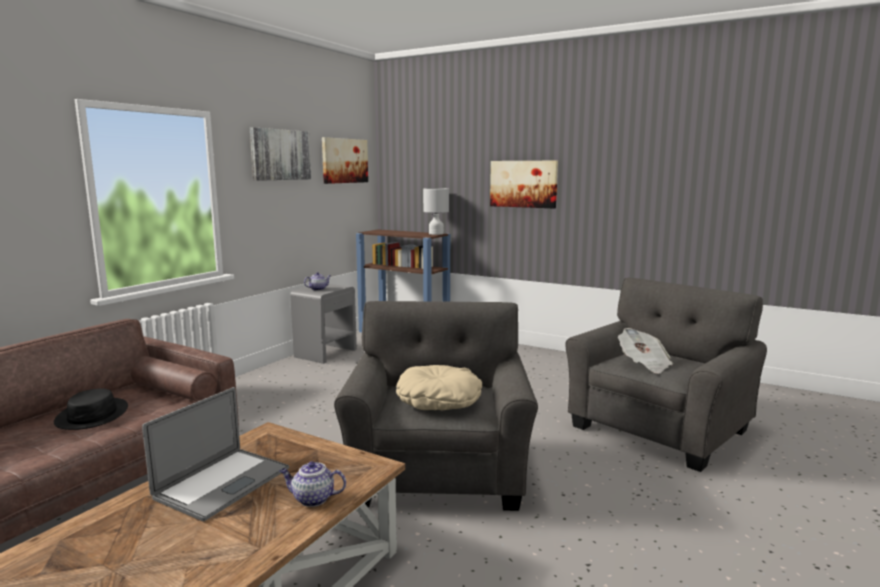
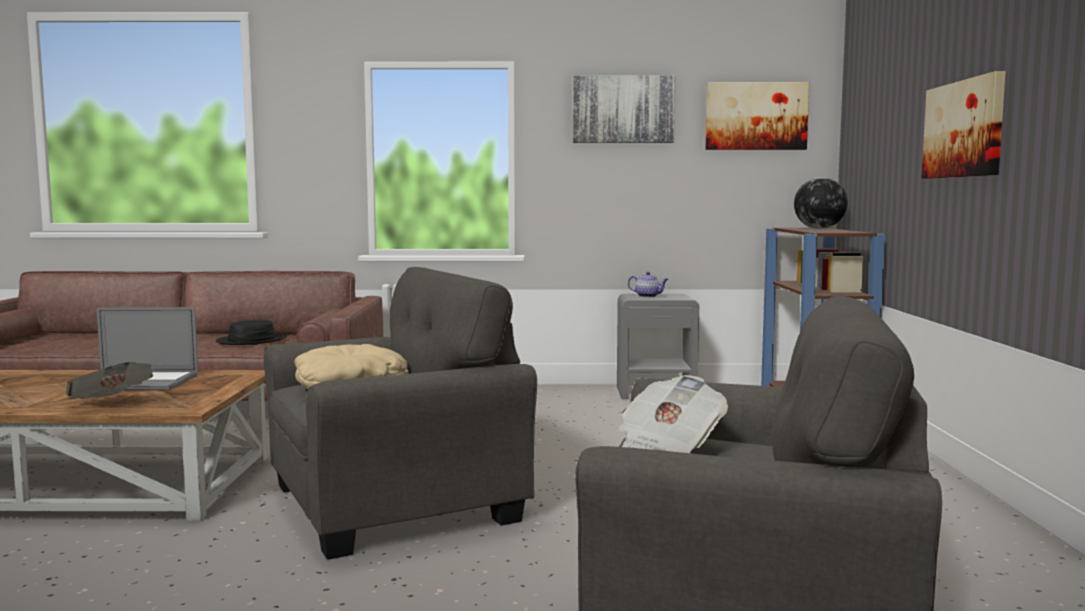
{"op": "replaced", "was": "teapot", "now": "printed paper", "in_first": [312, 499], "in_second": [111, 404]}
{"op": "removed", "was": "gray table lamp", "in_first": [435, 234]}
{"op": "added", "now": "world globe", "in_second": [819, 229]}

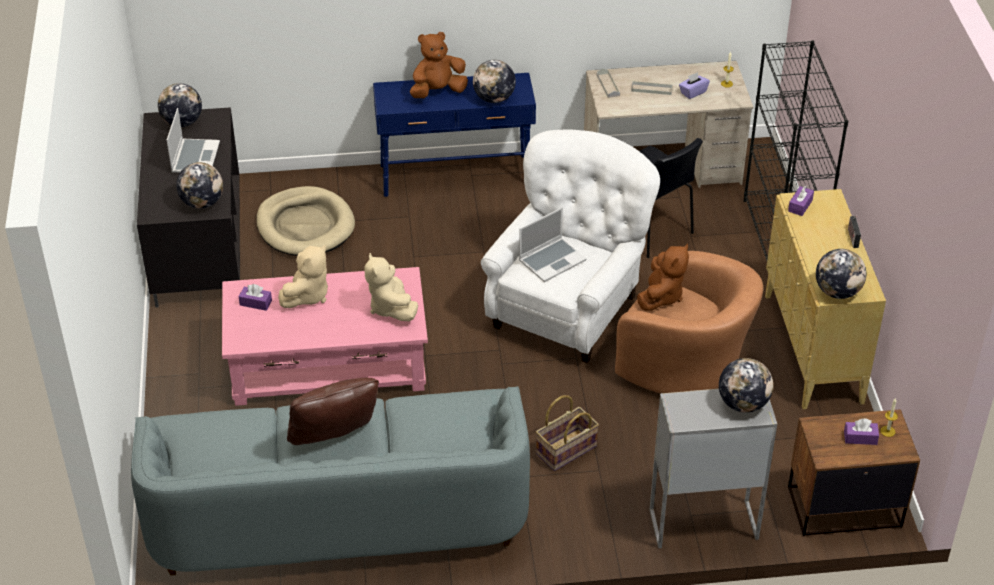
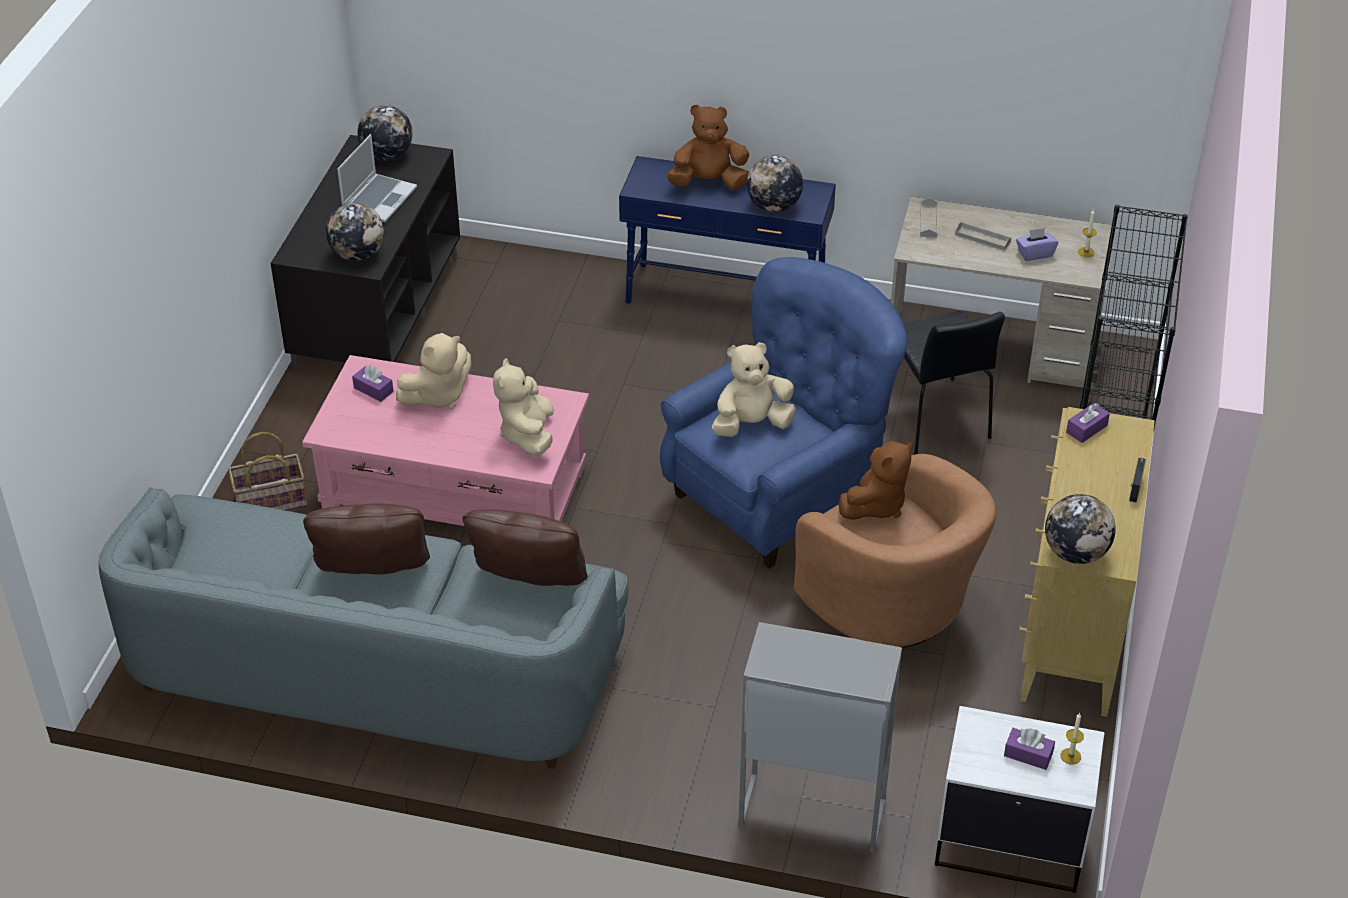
{"op": "removed", "was": "beige-coloured pet bed", "in_first": [305, 226]}
{"op": "recoloured", "was": "whitish easy chair", "now": "blue-coloured easy chair", "in_first": [568, 307], "in_second": [781, 493]}
{"op": "replaced", "was": "laptop", "now": "beige-coloured plush toy", "in_first": [552, 260], "in_second": [751, 424]}
{"op": "moved", "was": "storage basket", "in_first": [566, 451], "in_second": [271, 503]}
{"op": "removed", "was": "world globe", "in_first": [743, 404]}
{"op": "recoloured", "was": "brownish nightstand", "now": "whitish nightstand", "in_first": [843, 506], "in_second": [1009, 842]}
{"op": "added", "now": "brownish throw pillow", "in_second": [528, 586]}

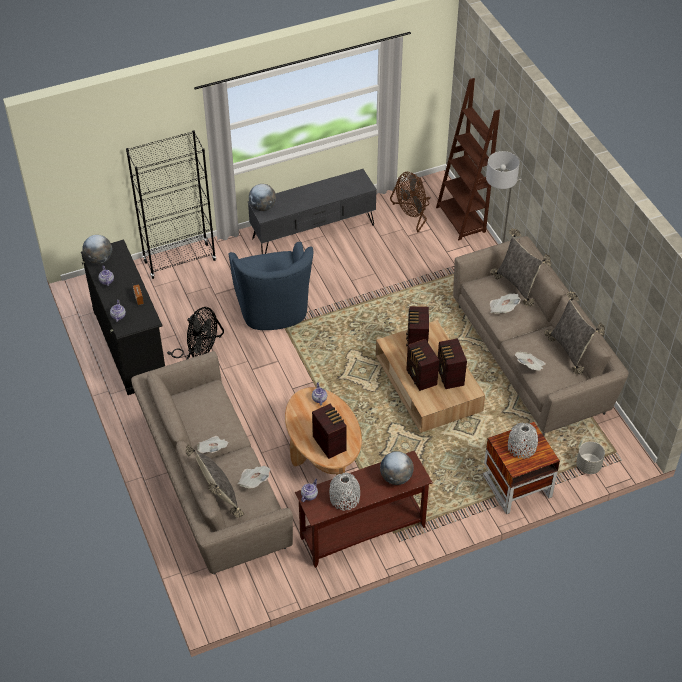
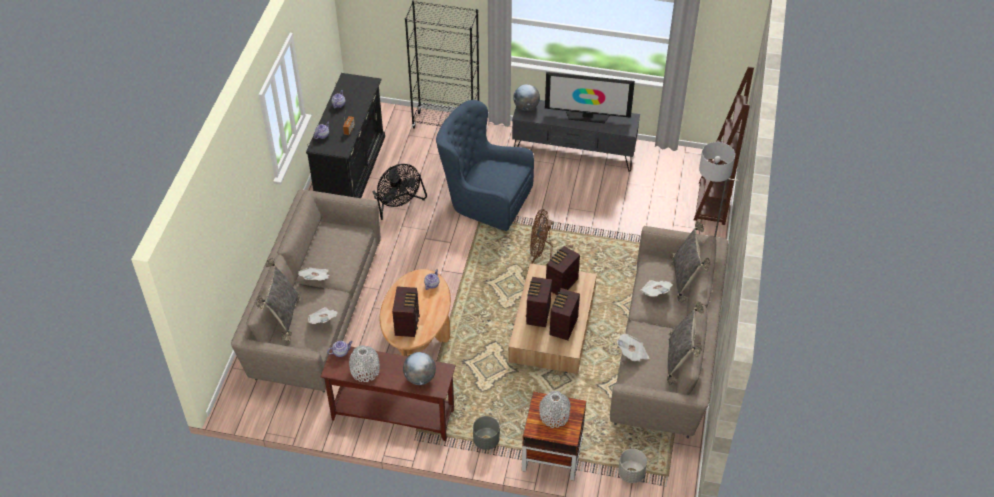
{"op": "removed", "was": "world globe", "in_first": [99, 259]}
{"op": "turned", "was": "blue-coloured easy chair", "in_first": [273, 310], "in_second": [484, 199], "clockwise": 90}
{"op": "moved", "was": "brownish fan", "in_first": [412, 213], "in_second": [543, 253]}
{"op": "added", "now": "gray plant pot", "in_second": [486, 441]}
{"op": "added", "now": "TV set", "in_second": [587, 116]}

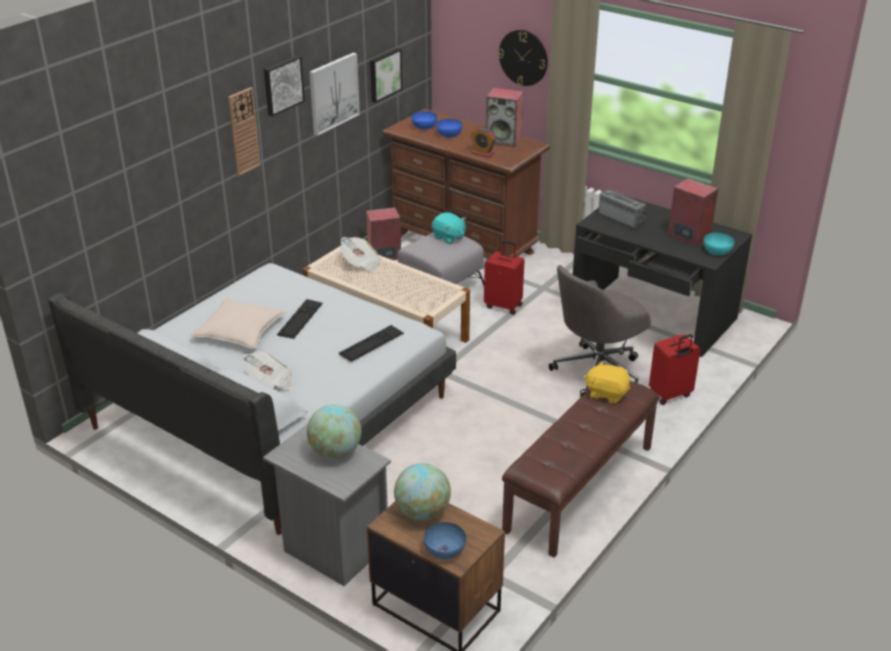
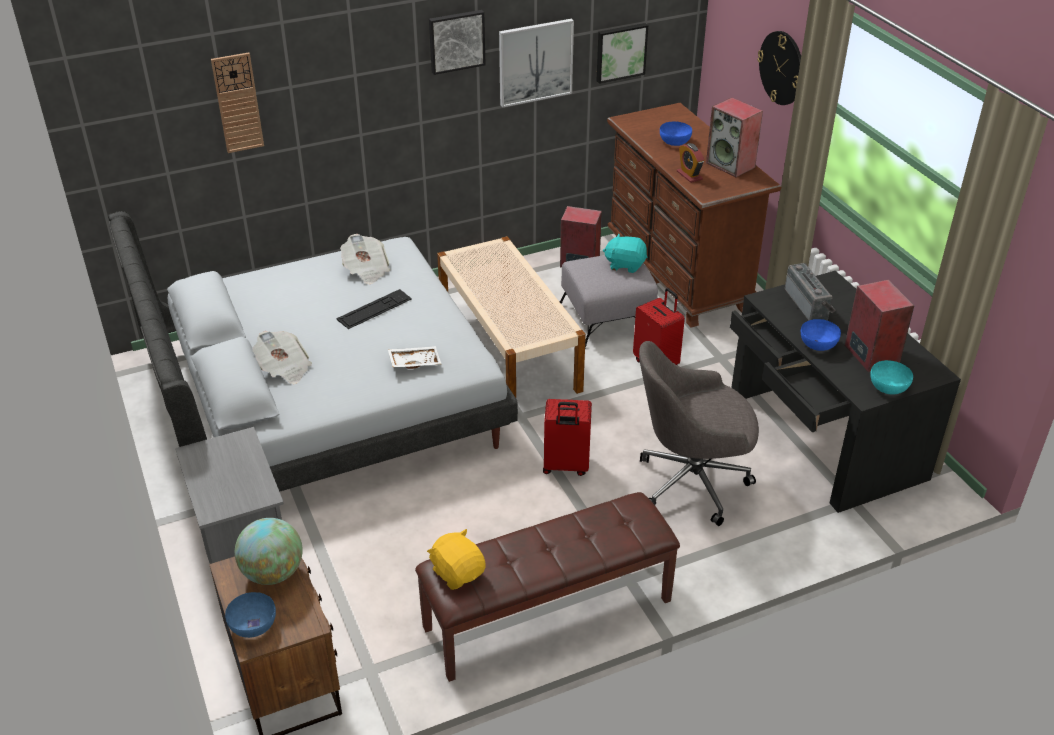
{"op": "removed", "was": "beige-coloured throw pillow", "in_first": [240, 330]}
{"op": "moved", "was": "clock on the wall", "in_first": [243, 131], "in_second": [237, 103]}
{"op": "removed", "was": "world globe", "in_first": [335, 452]}
{"op": "replaced", "was": "PC keyboard", "now": "whitish serving tray", "in_first": [371, 343], "in_second": [414, 362]}
{"op": "moved", "was": "printed paper", "in_first": [361, 264], "in_second": [366, 270]}
{"op": "moved", "was": "blue-coloured bowl", "in_first": [424, 127], "in_second": [818, 345]}
{"op": "turned", "was": "turquoise-coloured plush toy", "in_first": [448, 237], "in_second": [625, 264], "clockwise": 120}
{"op": "moved", "was": "yellowish plush toy", "in_first": [606, 394], "in_second": [458, 572]}
{"op": "moved", "was": "reddish suitcase", "in_first": [670, 395], "in_second": [565, 466]}

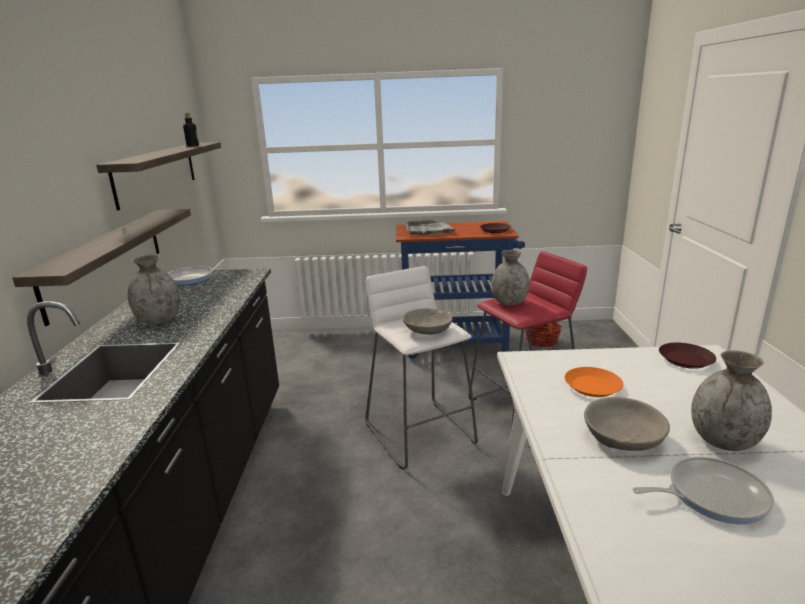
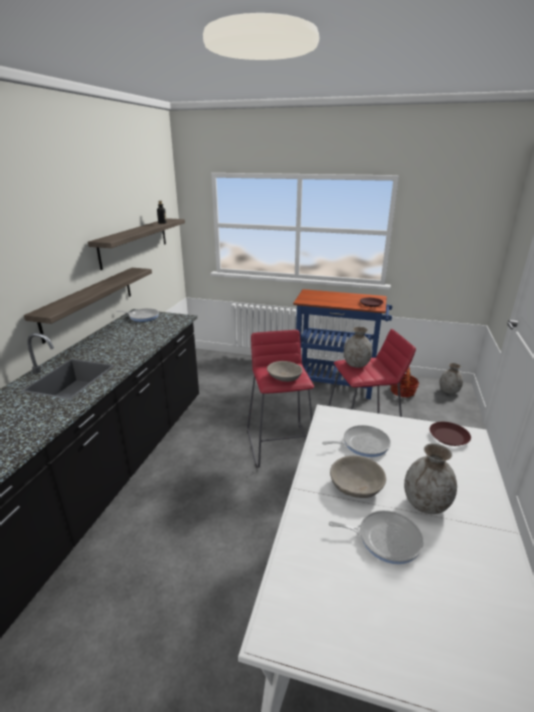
{"op": "moved", "was": "gray flower vase", "in_first": [159, 320], "in_second": [449, 391]}
{"op": "recoloured", "was": "whitish stool", "now": "reddish stool", "in_first": [420, 432], "in_second": [280, 444]}
{"op": "removed", "was": "gray serving tray", "in_first": [429, 230]}
{"op": "replaced", "was": "orange-coloured plate", "now": "pan", "in_first": [592, 386], "in_second": [363, 444]}

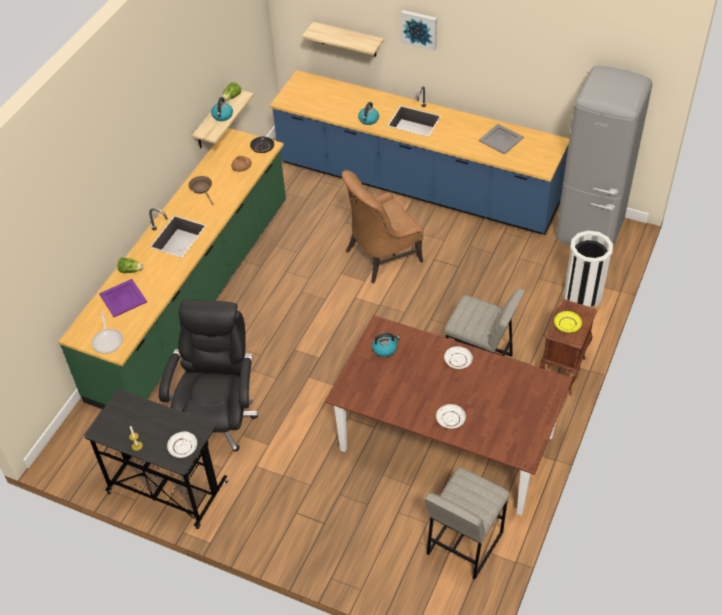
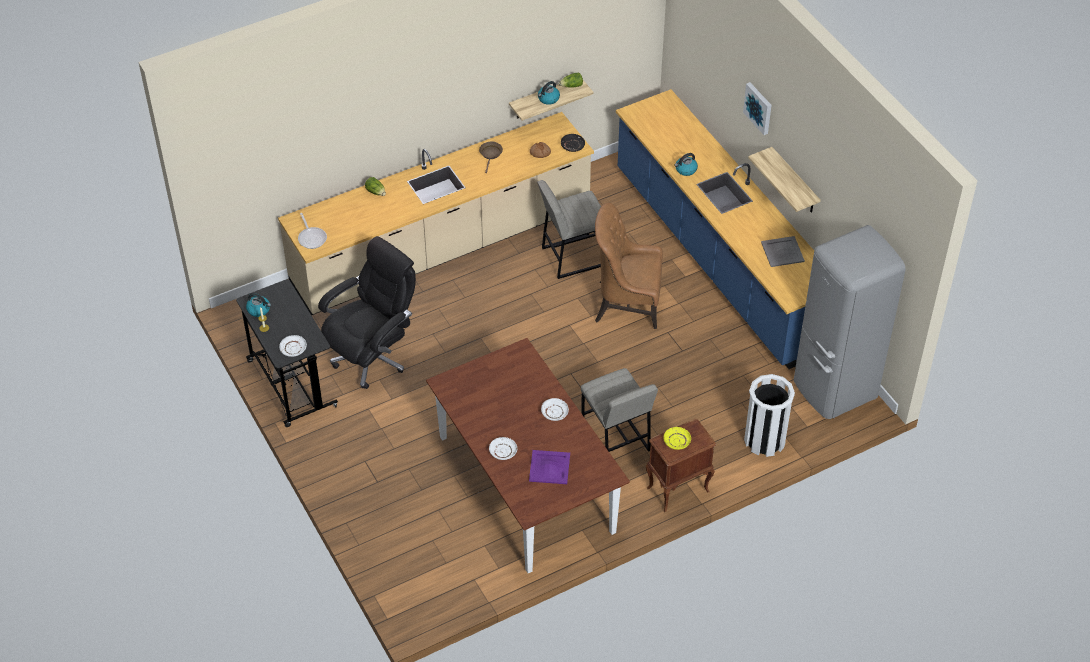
{"op": "recoloured", "was": "greenish kitchen counter", "now": "beige-coloured kitchen counter", "in_first": [193, 297], "in_second": [442, 248]}
{"op": "turned", "was": "pan", "in_first": [108, 340], "in_second": [312, 237], "clockwise": -45}
{"op": "moved", "was": "purple serving tray", "in_first": [123, 298], "in_second": [550, 467]}
{"op": "moved", "was": "bracket shelf", "in_first": [348, 39], "in_second": [794, 182]}
{"op": "moved", "was": "tea kettle", "in_first": [385, 349], "in_second": [259, 310]}
{"op": "moved", "was": "gray upright chair", "in_first": [464, 545], "in_second": [571, 257]}

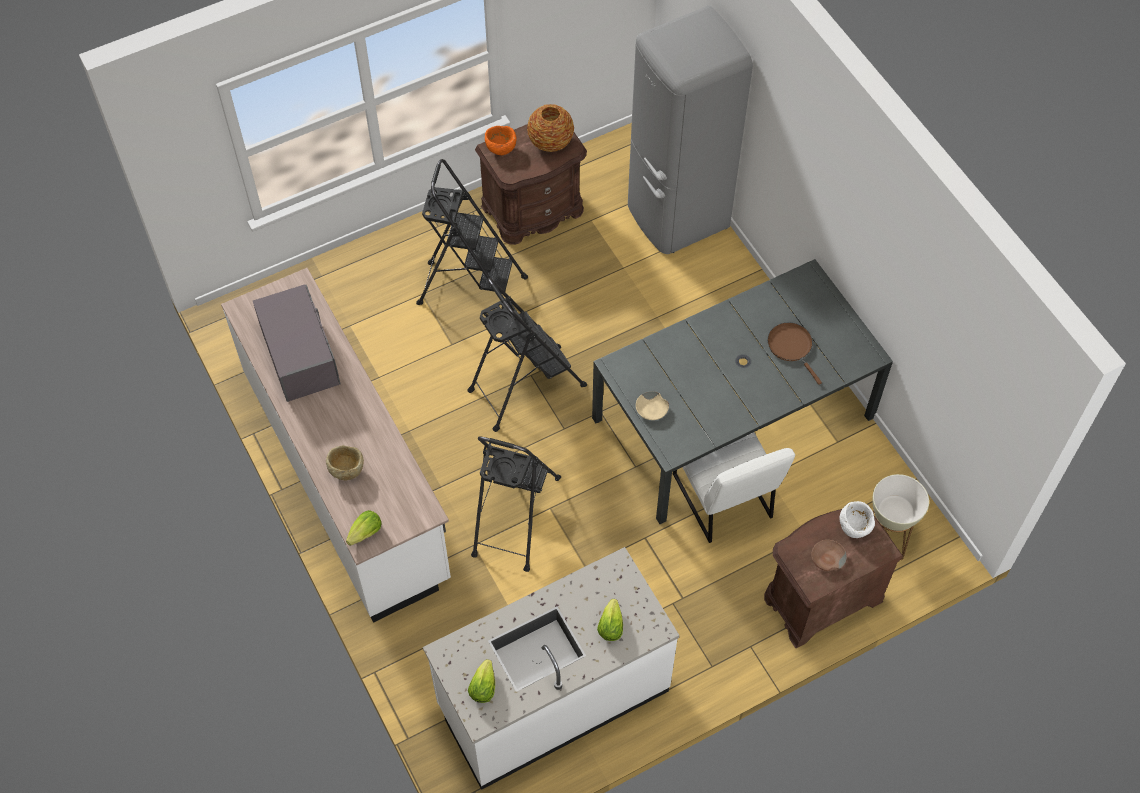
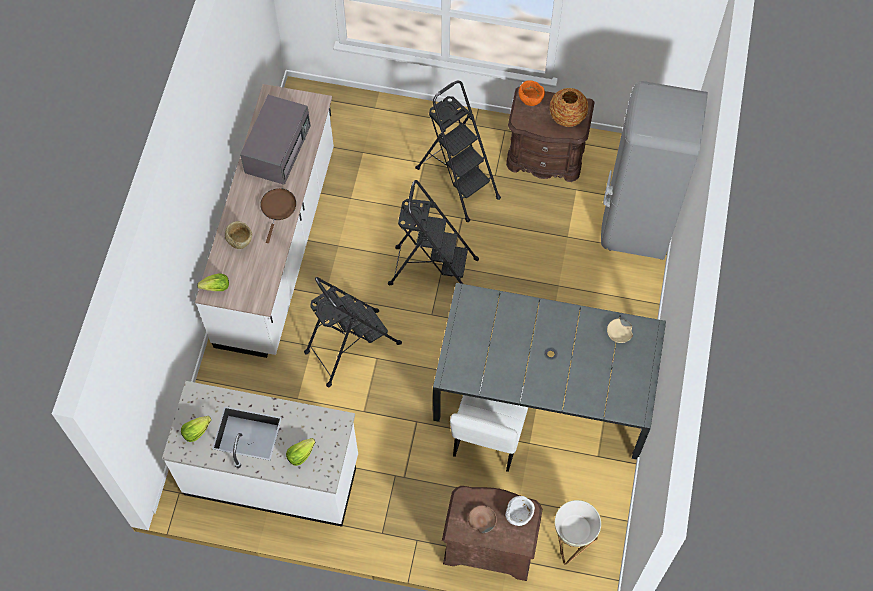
{"op": "moved", "was": "beige-coloured bowl", "in_first": [652, 410], "in_second": [619, 333]}
{"op": "moved", "was": "brownish pan", "in_first": [791, 347], "in_second": [278, 208]}

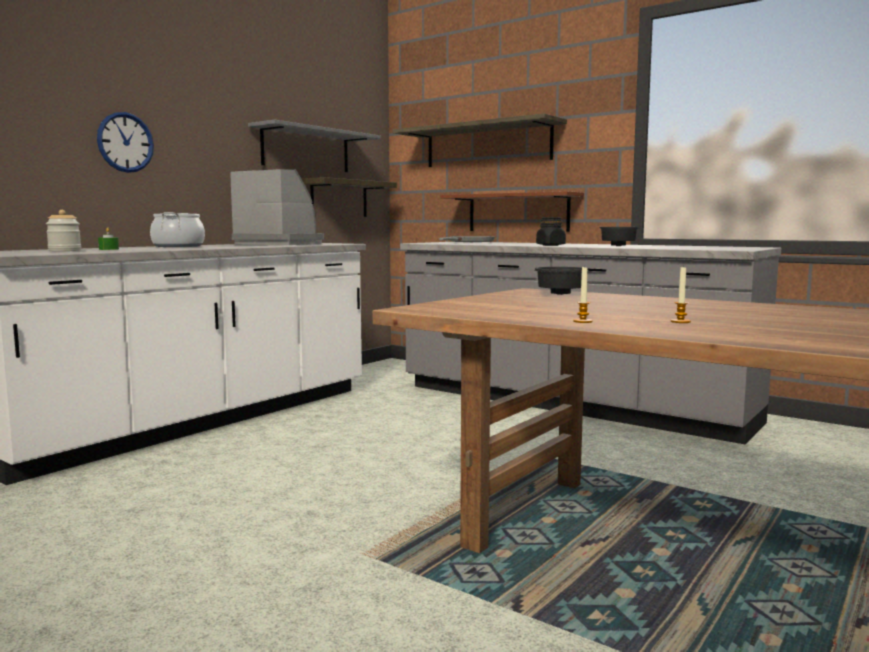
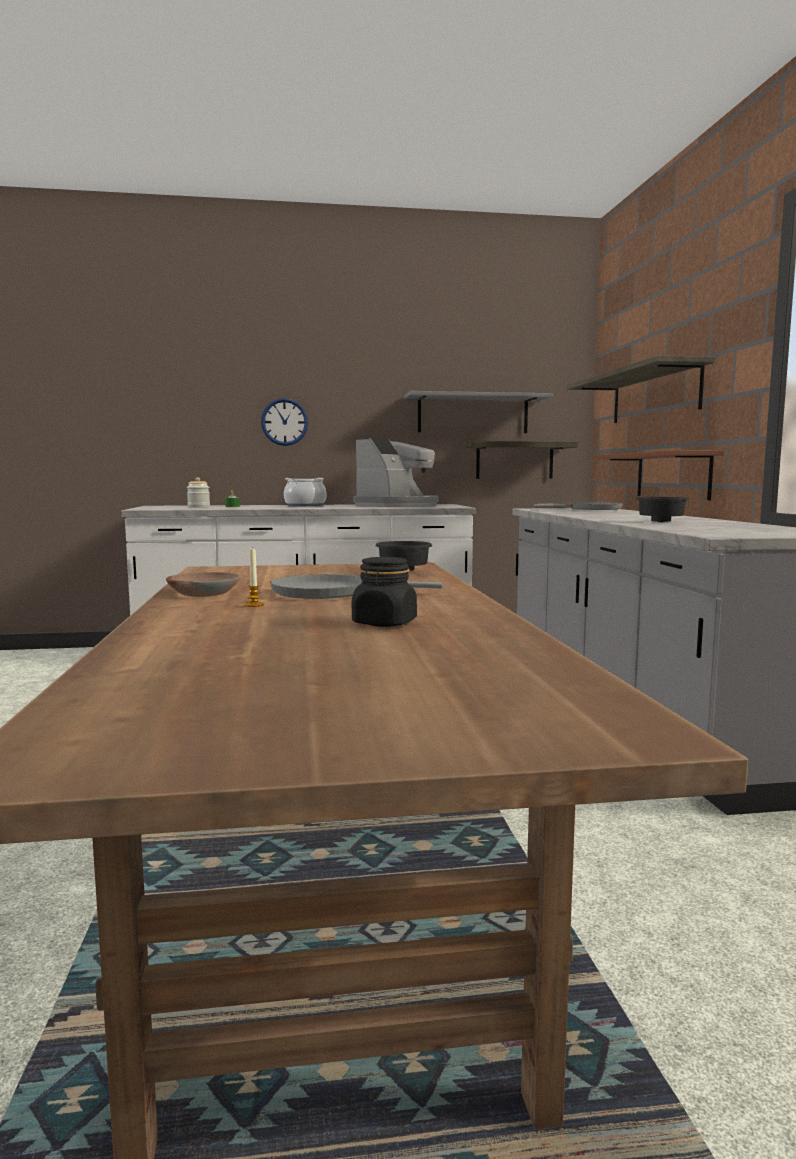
{"op": "turned", "was": "coffee maker", "in_first": [281, 244], "in_second": [398, 506], "clockwise": 45}
{"op": "moved", "was": "blackish storage jar", "in_first": [550, 245], "in_second": [384, 623]}
{"op": "replaced", "was": "wax candle", "now": "brownish bowl", "in_first": [582, 321], "in_second": [203, 593]}
{"op": "added", "now": "gray pan", "in_second": [328, 593]}

